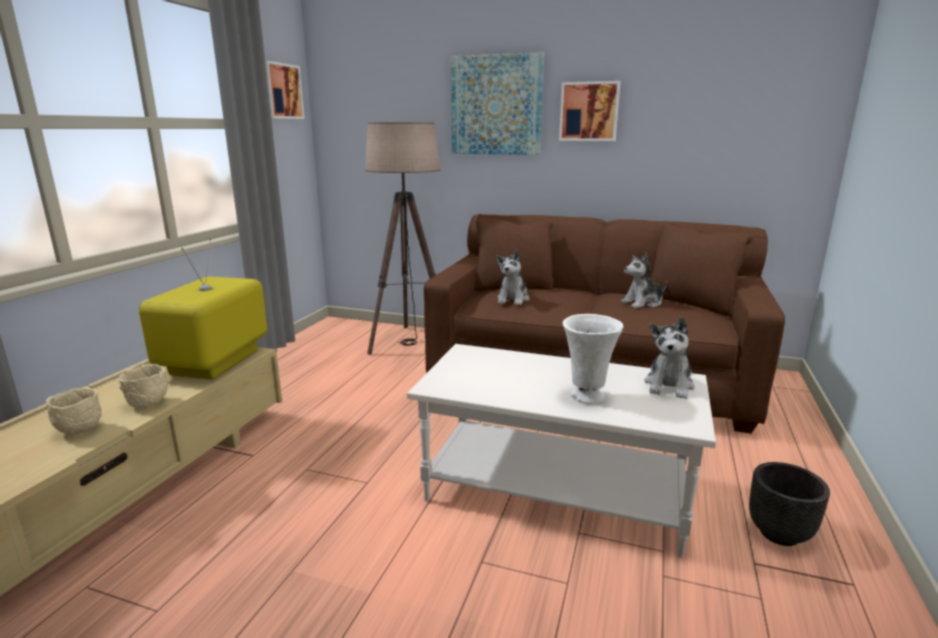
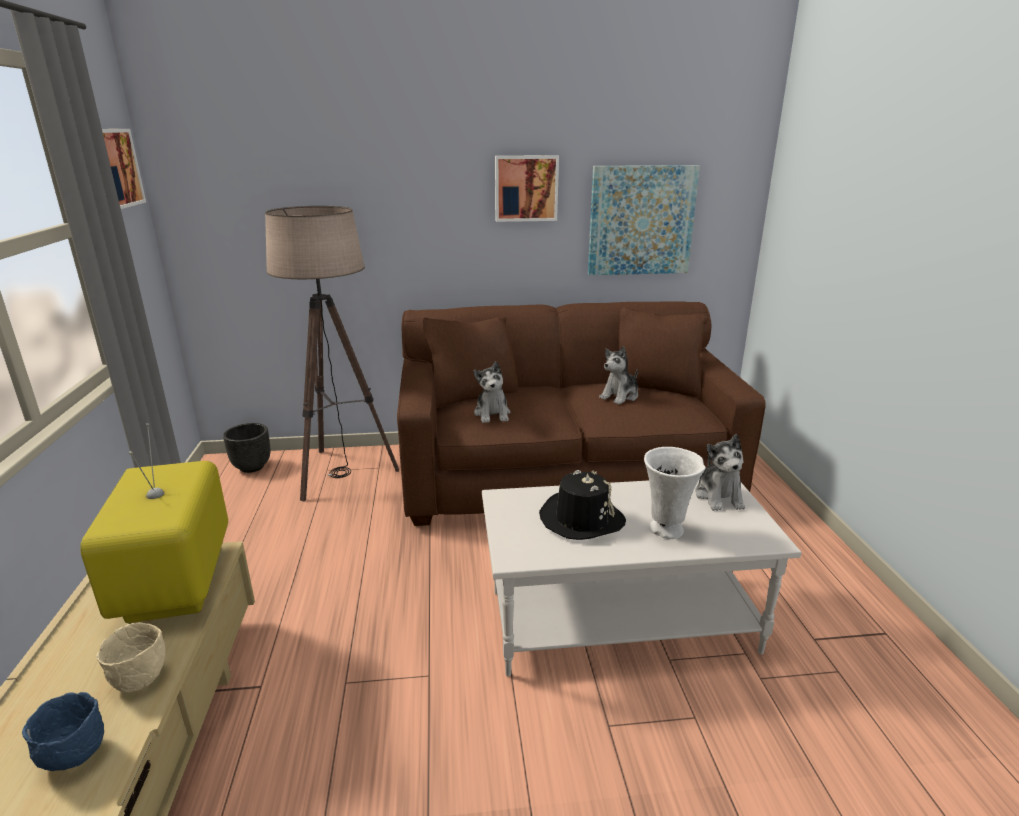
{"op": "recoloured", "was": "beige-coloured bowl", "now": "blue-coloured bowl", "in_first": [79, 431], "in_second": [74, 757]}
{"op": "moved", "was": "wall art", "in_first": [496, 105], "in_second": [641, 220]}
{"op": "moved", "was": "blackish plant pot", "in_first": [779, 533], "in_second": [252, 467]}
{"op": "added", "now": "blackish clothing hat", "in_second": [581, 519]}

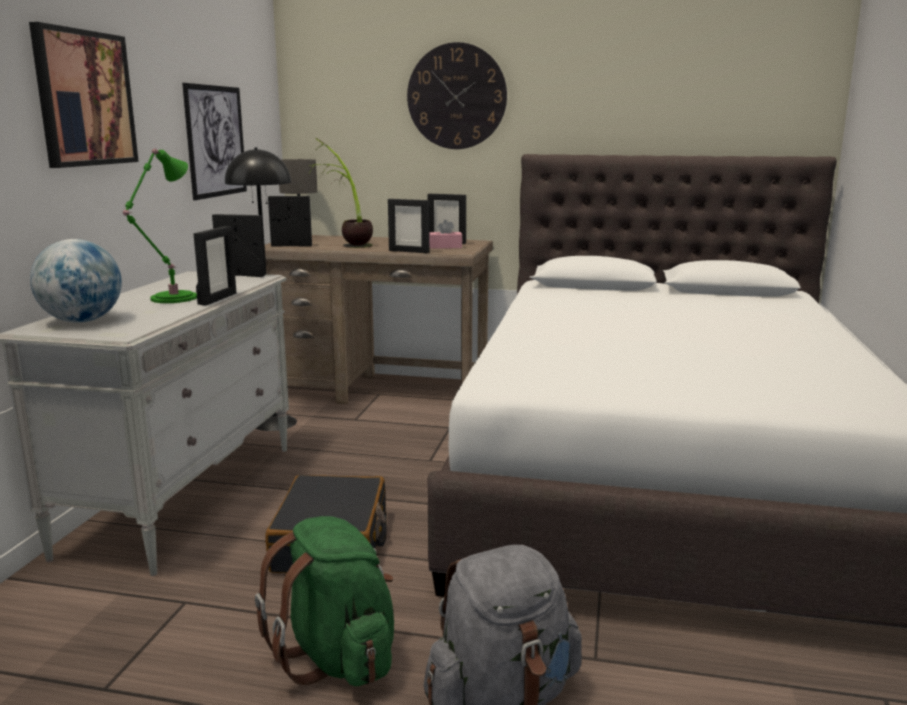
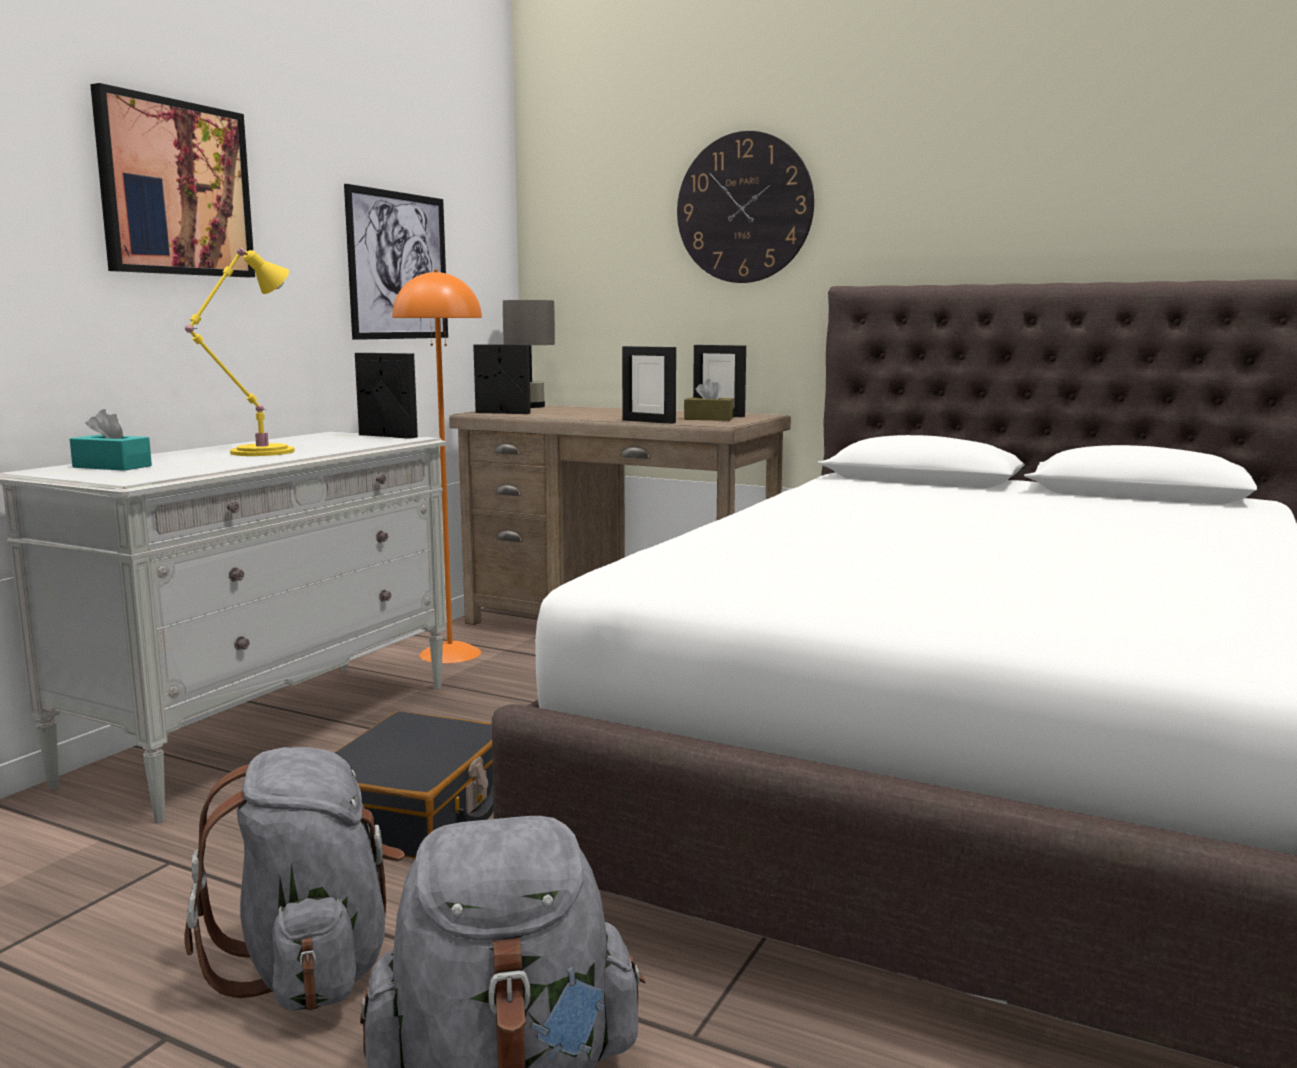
{"op": "replaced", "was": "world globe", "now": "turquoise-coloured tissue holder", "in_first": [82, 321], "in_second": [112, 466]}
{"op": "recoloured", "was": "greenish table lamp", "now": "yellowish table lamp", "in_first": [171, 299], "in_second": [257, 452]}
{"op": "removed", "was": "photo frame", "in_first": [217, 299]}
{"op": "recoloured", "was": "blackish floor lamp", "now": "orange-coloured floor lamp", "in_first": [274, 423], "in_second": [449, 653]}
{"op": "recoloured", "was": "greenish rucksack", "now": "gray rucksack", "in_first": [337, 656], "in_second": [311, 966]}
{"op": "removed", "was": "potted plant", "in_first": [346, 243]}
{"op": "recoloured", "was": "pink-coloured tissue holder", "now": "brownish tissue holder", "in_first": [445, 247], "in_second": [708, 419]}

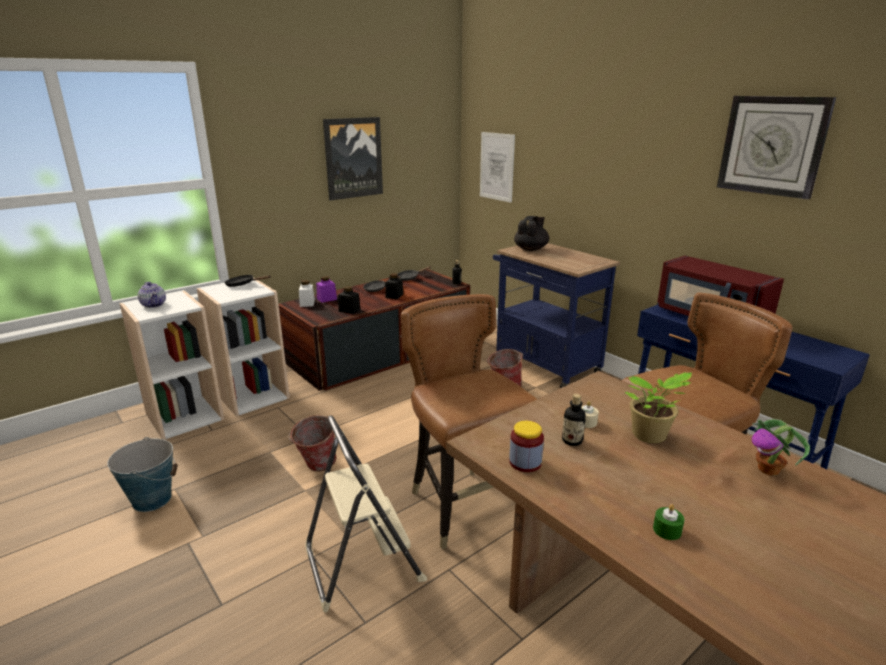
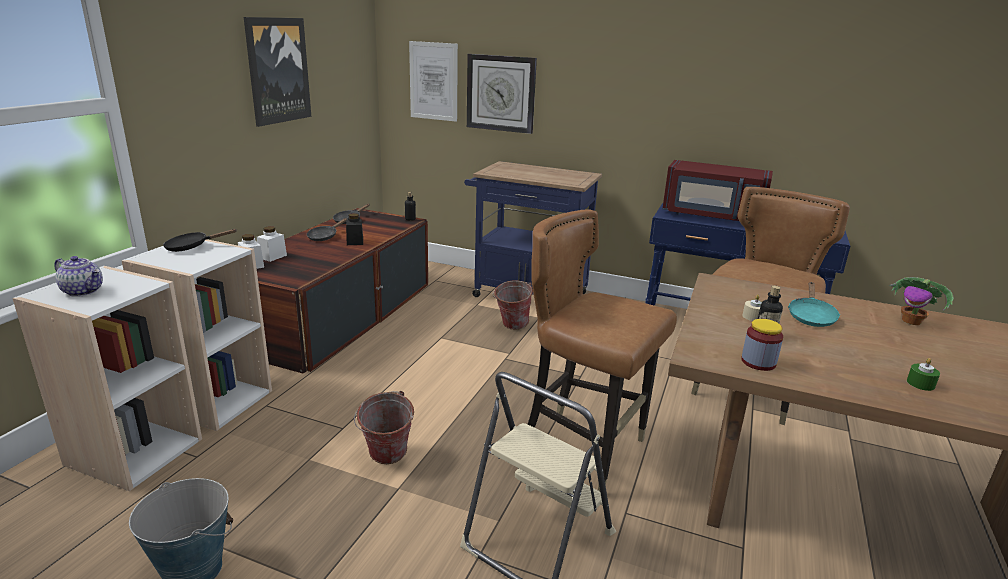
{"op": "recoloured", "was": "purple storage jar", "now": "whitish storage jar", "in_first": [327, 299], "in_second": [272, 256]}
{"op": "removed", "was": "blackish storage jar", "in_first": [349, 310]}
{"op": "removed", "was": "blackish teapot", "in_first": [531, 249]}
{"op": "replaced", "was": "potted plant", "now": "turquoise-coloured pan", "in_first": [650, 436], "in_second": [810, 316]}
{"op": "moved", "was": "clock on the wall", "in_first": [772, 146], "in_second": [501, 93]}

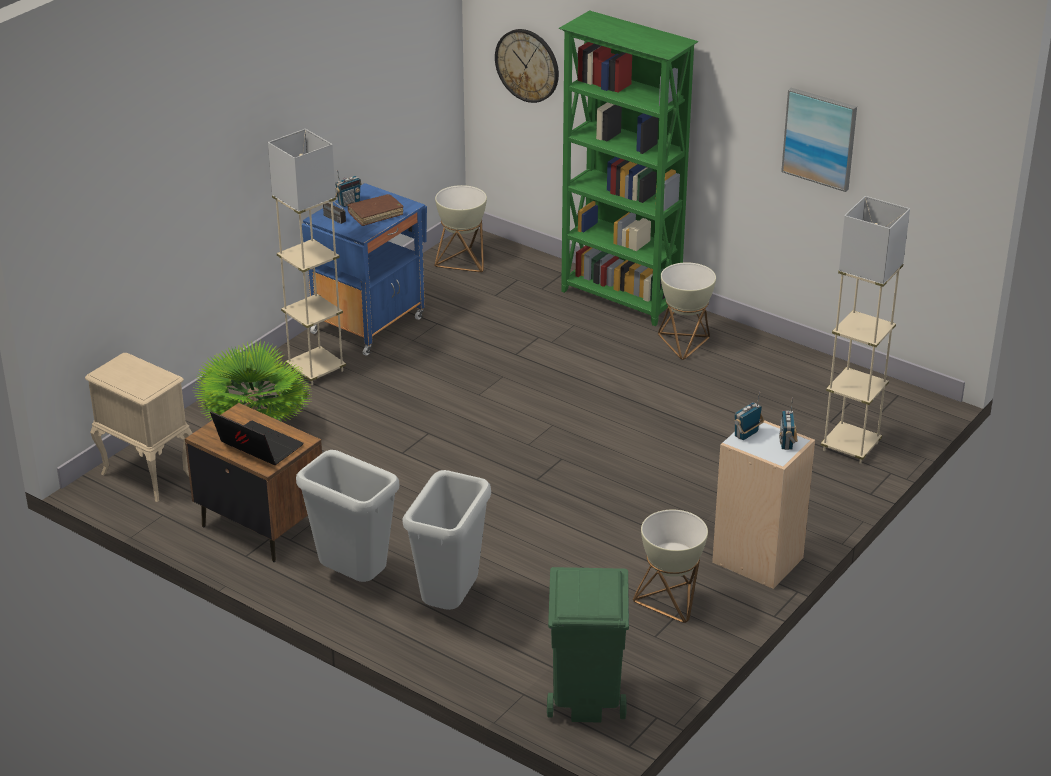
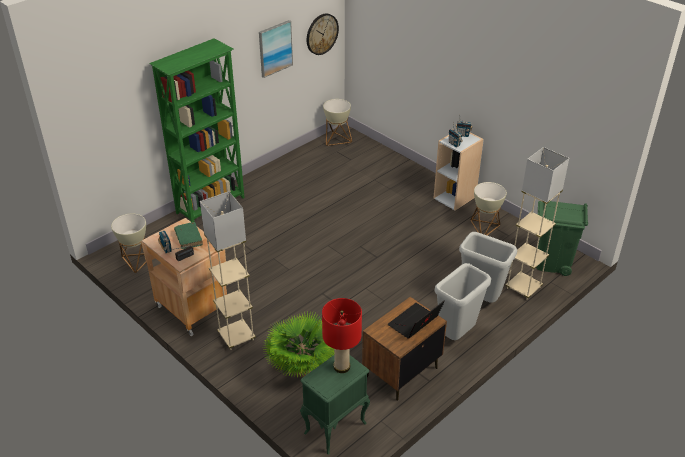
{"op": "recoloured", "was": "beige-coloured nightstand", "now": "greenish nightstand", "in_first": [146, 475], "in_second": [335, 428]}
{"op": "recoloured", "was": "blue-coloured wheeled cart", "now": "brownish wheeled cart", "in_first": [369, 324], "in_second": [192, 308]}
{"op": "recoloured", "was": "brownish book", "now": "greenish book", "in_first": [375, 214], "in_second": [188, 238]}
{"op": "moved", "was": "clock on the wall", "in_first": [527, 65], "in_second": [322, 34]}
{"op": "moved", "was": "plant pot", "in_first": [684, 343], "in_second": [337, 139]}
{"op": "moved", "was": "beige-coloured floor lamp", "in_first": [850, 447], "in_second": [523, 288]}
{"op": "added", "now": "reddish table lamp", "in_second": [342, 366]}

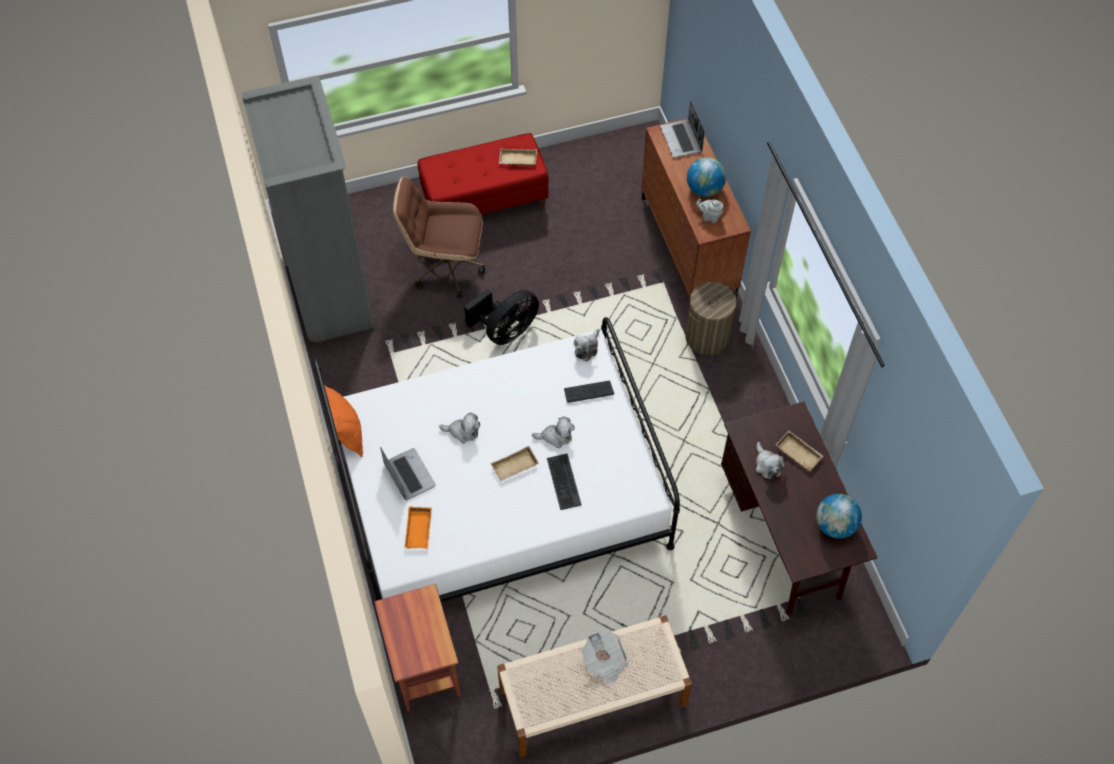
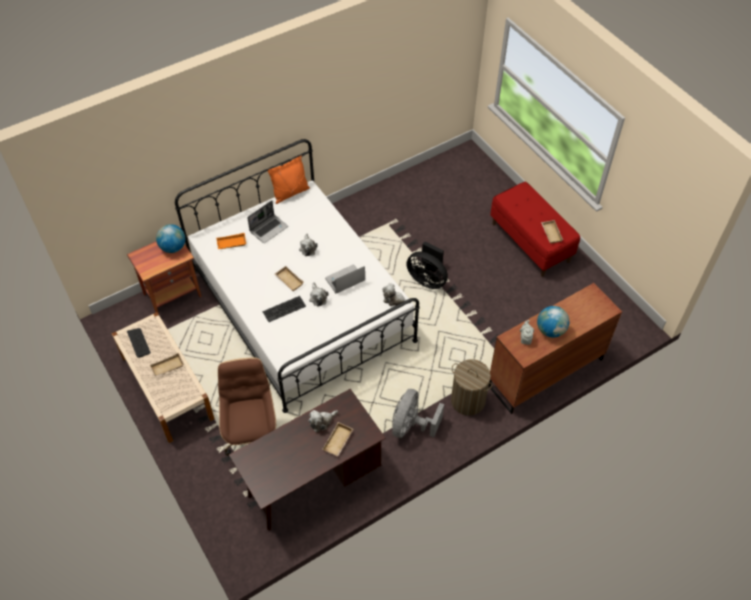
{"op": "removed", "was": "gray armoire", "in_first": [331, 294]}
{"op": "moved", "was": "brownish office chair", "in_first": [445, 269], "in_second": [252, 435]}
{"op": "moved", "was": "PC keyboard", "in_first": [588, 392], "in_second": [139, 343]}
{"op": "replaced", "was": "printed paper", "now": "beige-coloured serving tray", "in_first": [604, 662], "in_second": [167, 368]}
{"op": "moved", "was": "laptop", "in_first": [682, 140], "in_second": [345, 280]}
{"op": "moved", "was": "world globe", "in_first": [834, 525], "in_second": [173, 247]}
{"op": "added", "now": "gray fan", "in_second": [411, 425]}

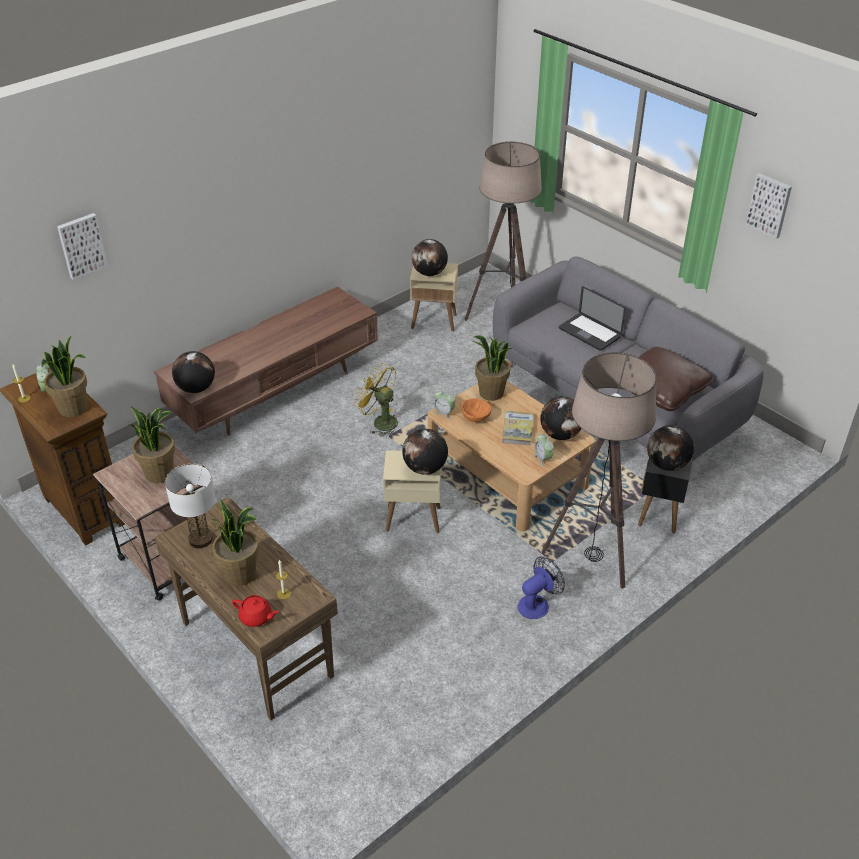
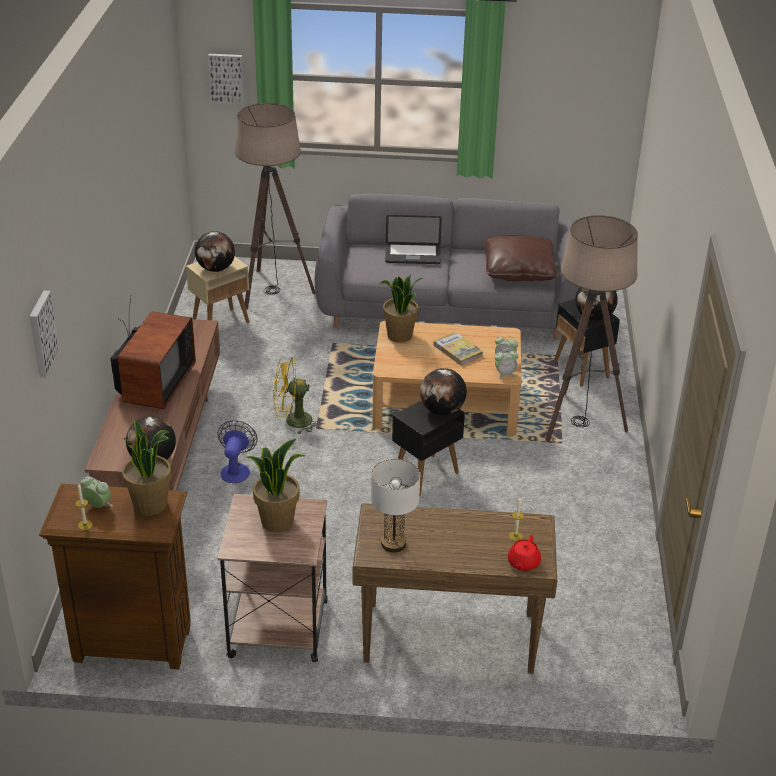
{"op": "removed", "was": "potted plant", "in_first": [241, 574]}
{"op": "turned", "was": "reddish teapot", "in_first": [256, 617], "in_second": [523, 563], "clockwise": 135}
{"op": "recoloured", "was": "beige-coloured accent table", "now": "blackish accent table", "in_first": [412, 519], "in_second": [425, 475]}
{"op": "moved", "was": "table clock", "in_first": [444, 413], "in_second": [505, 374]}
{"op": "removed", "was": "orange-coloured bowl", "in_first": [475, 418]}
{"op": "moved", "was": "fan", "in_first": [537, 603], "in_second": [236, 469]}
{"op": "removed", "was": "world globe", "in_first": [560, 434]}
{"op": "moved", "was": "wall art", "in_first": [769, 205], "in_second": [226, 78]}
{"op": "added", "now": "TV set", "in_second": [153, 386]}

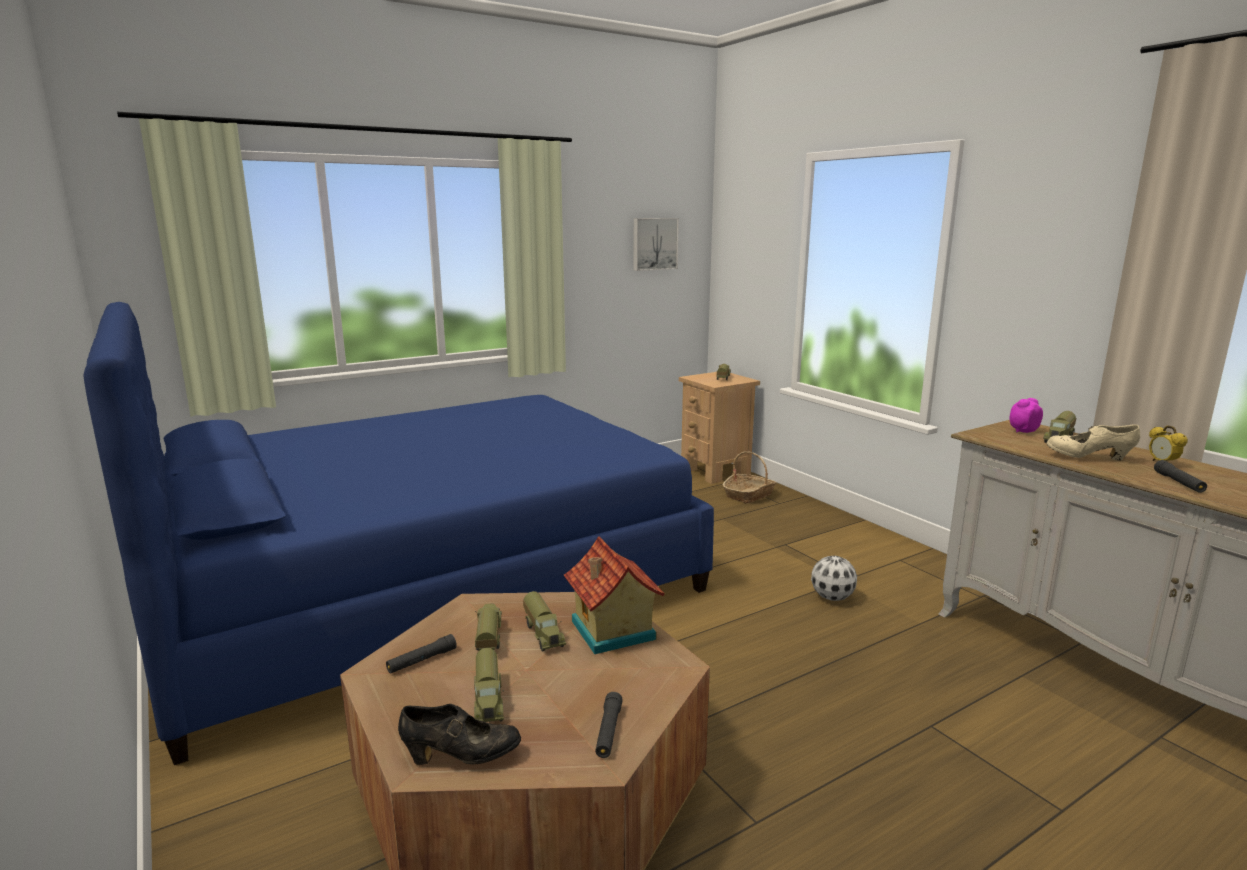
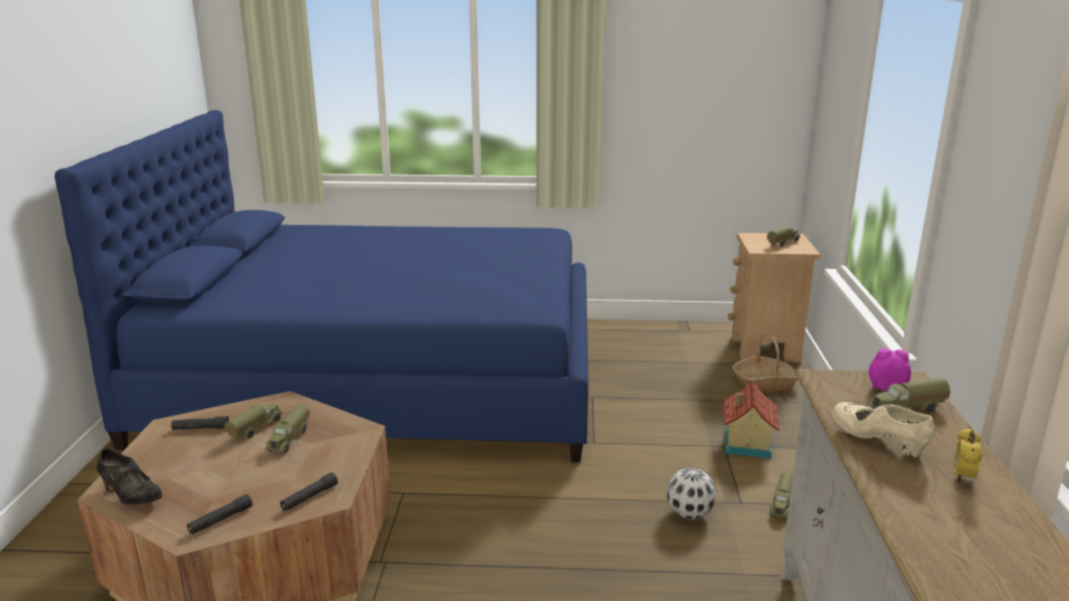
{"op": "moved", "was": "model truck", "in_first": [489, 700], "in_second": [782, 505]}
{"op": "moved", "was": "miniature house", "in_first": [611, 631], "in_second": [745, 444]}
{"op": "removed", "was": "wall art", "in_first": [654, 244]}
{"op": "moved", "was": "blackish torch", "in_first": [1178, 482], "in_second": [309, 497]}

